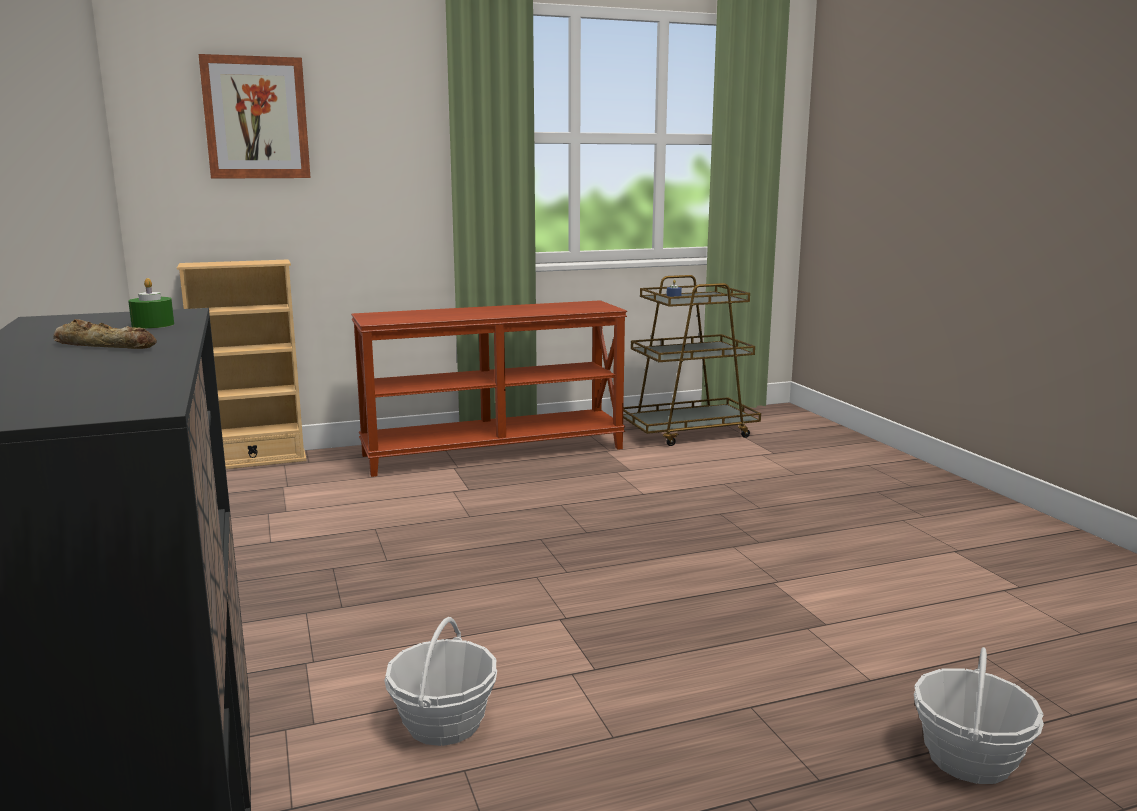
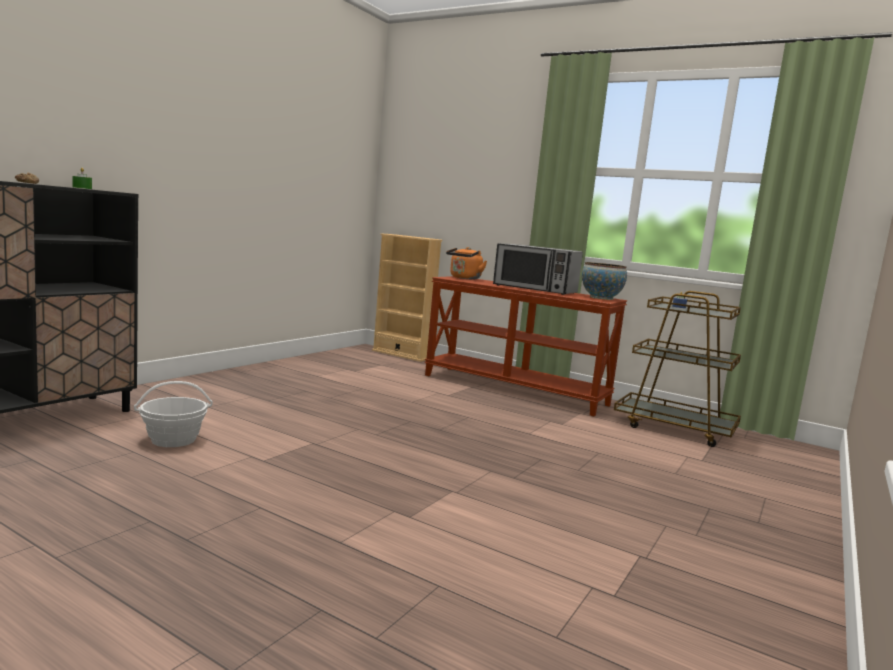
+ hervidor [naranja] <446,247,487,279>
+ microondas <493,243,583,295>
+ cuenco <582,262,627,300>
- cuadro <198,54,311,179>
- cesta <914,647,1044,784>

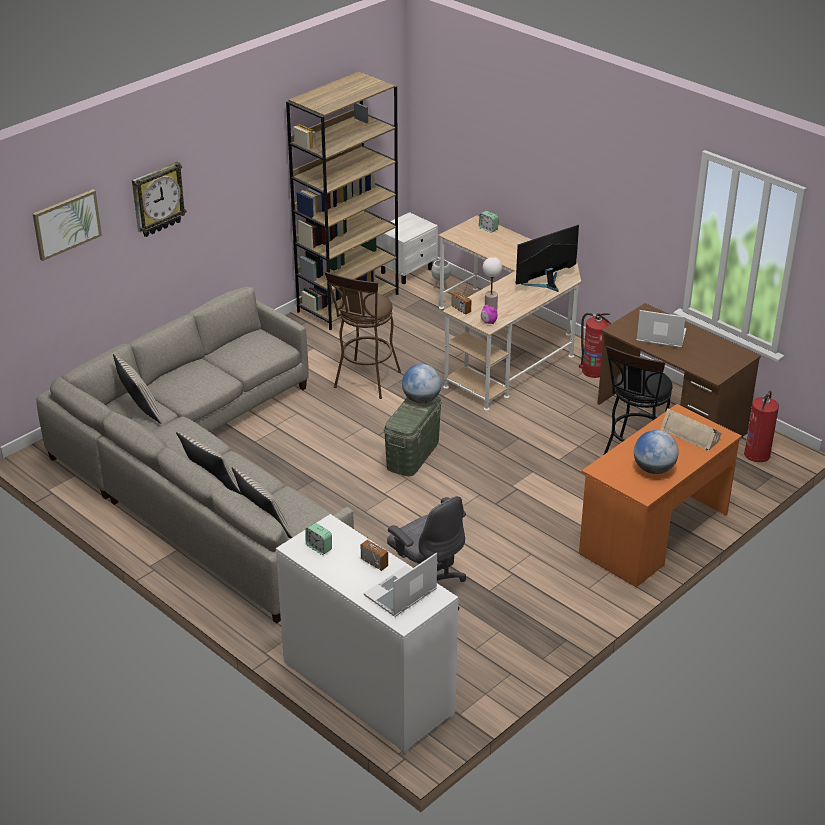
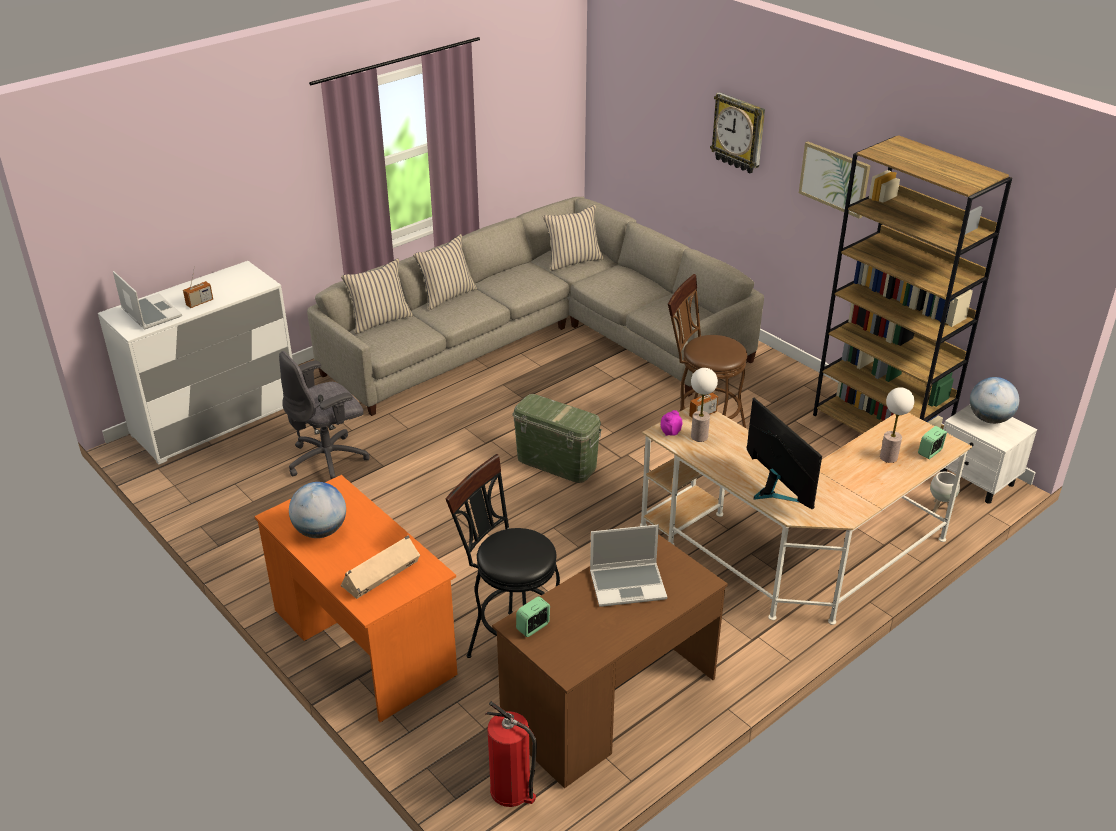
~ despertador <305,523,332,555> to <516,596,550,637>
~ portátil <636,310,687,348> = <590,525,667,607> 60 degrees clockwise
~ cuadro <33,189,102,261> to <799,142,871,219>
+ lámpara de mesa <880,387,914,463>
~ globo terráqueo <402,364,441,404> to <970,377,1019,424>
- extintor <579,313,612,378>

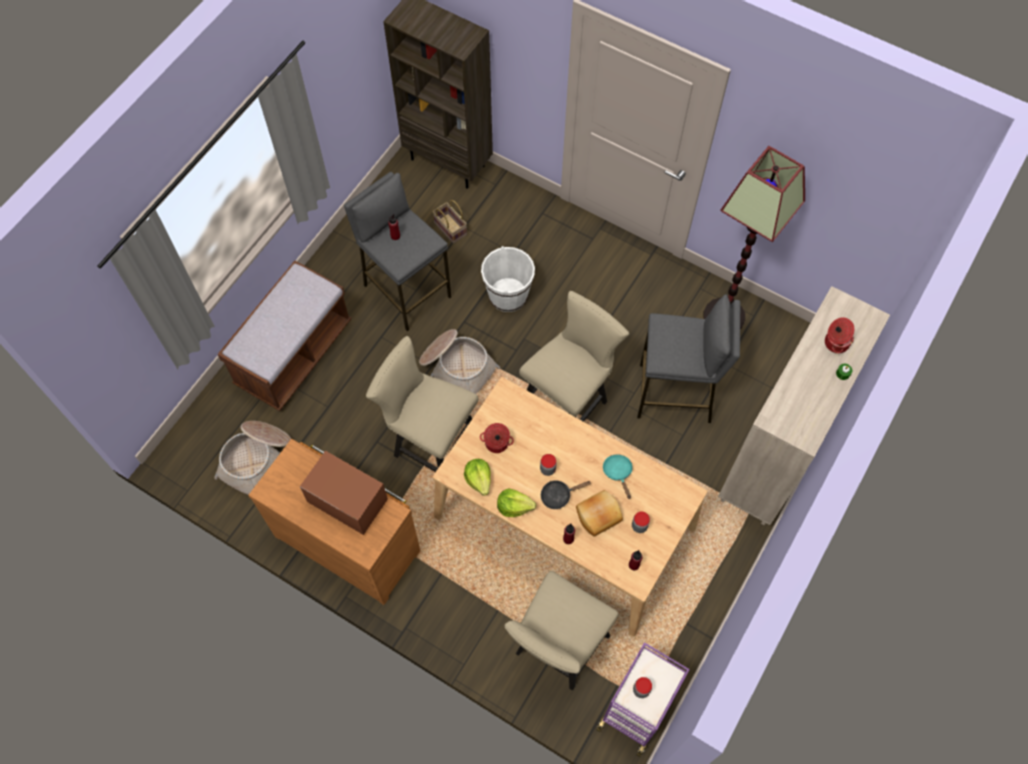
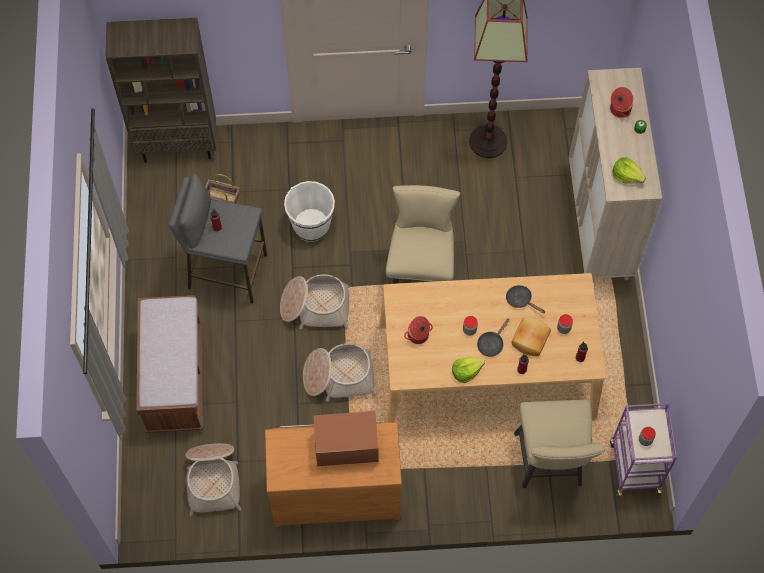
~ silla [beis] <366,336,478,472> to cesta <303,343,376,402>
~ sartén [turquesa] <603,454,633,499> to sartén [negro] <506,285,546,313>
~ lechuga <464,459,491,496> to <612,157,646,184>
- taburete [gris] <637,294,740,423>

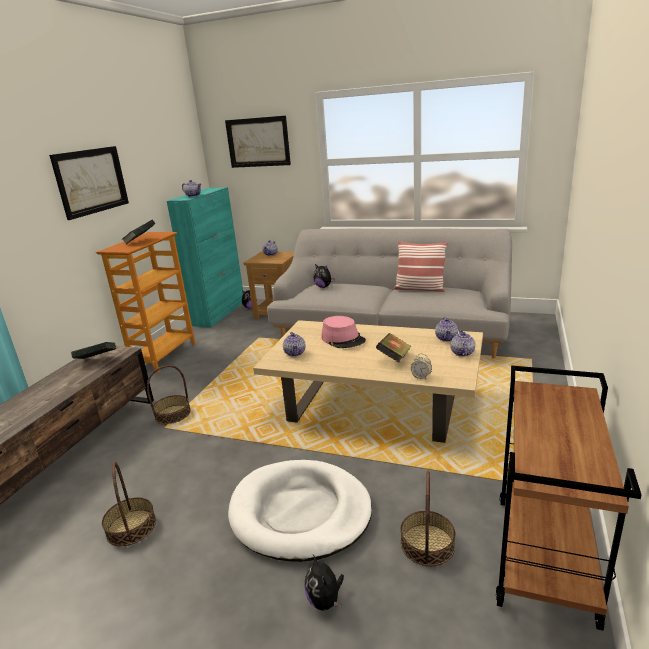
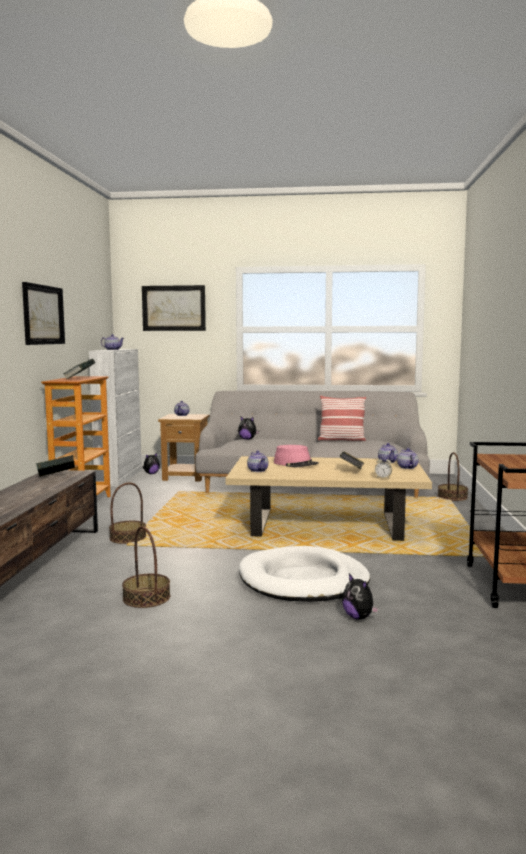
~ armario [turquesa] <167,187,243,328> to armario [blanco] <89,349,142,487>
~ cesta <400,471,455,566> to <438,452,468,501>

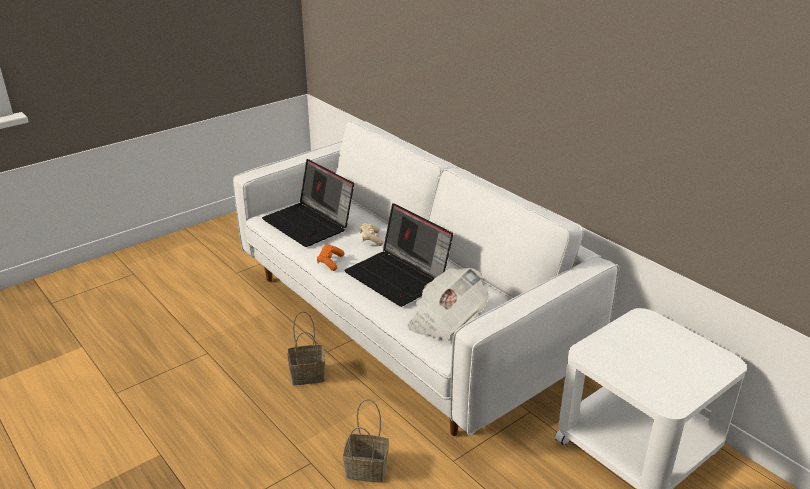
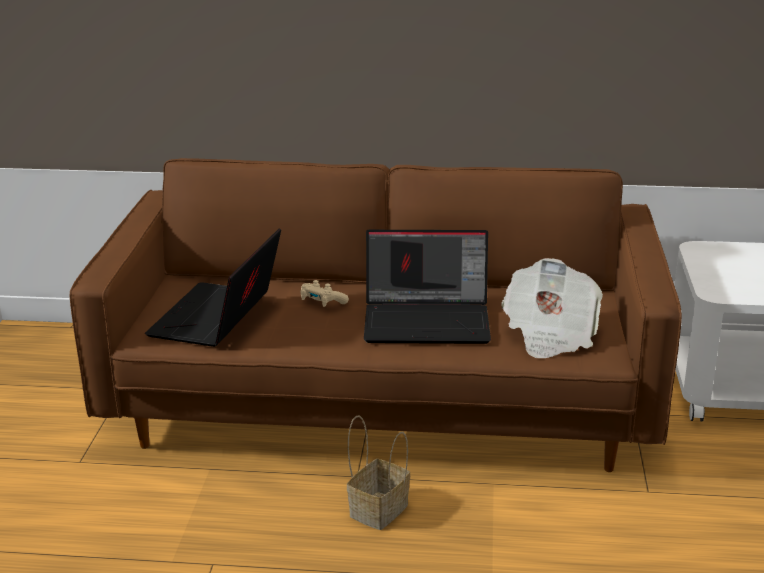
~ sofá [blanco] <233,120,619,436> to sofá [marrón] <70,158,682,472>
~ portátil <262,159,354,247> = <145,228,281,347> 105 degrees clockwise
- mando de consola [naranja] <317,244,344,271>
- cesta <343,399,389,483>

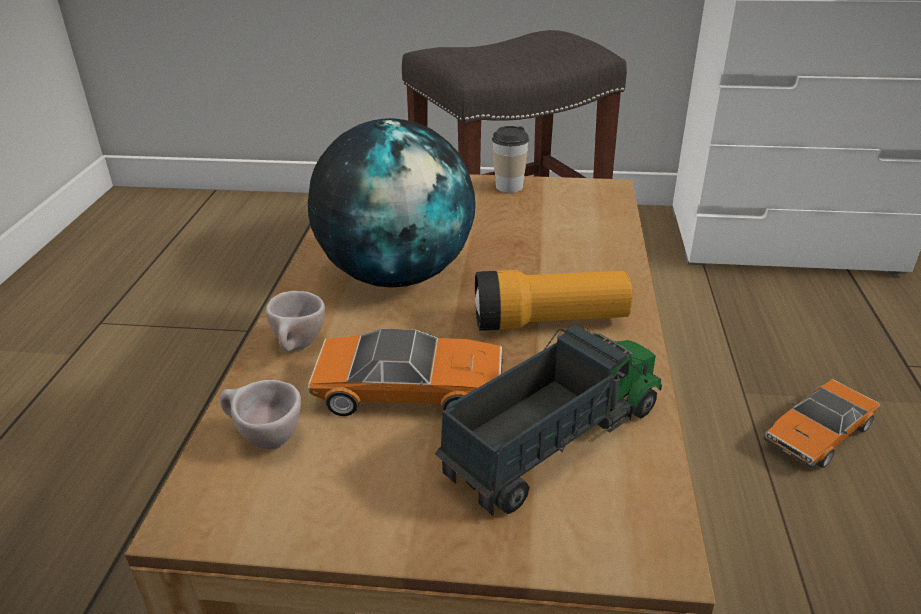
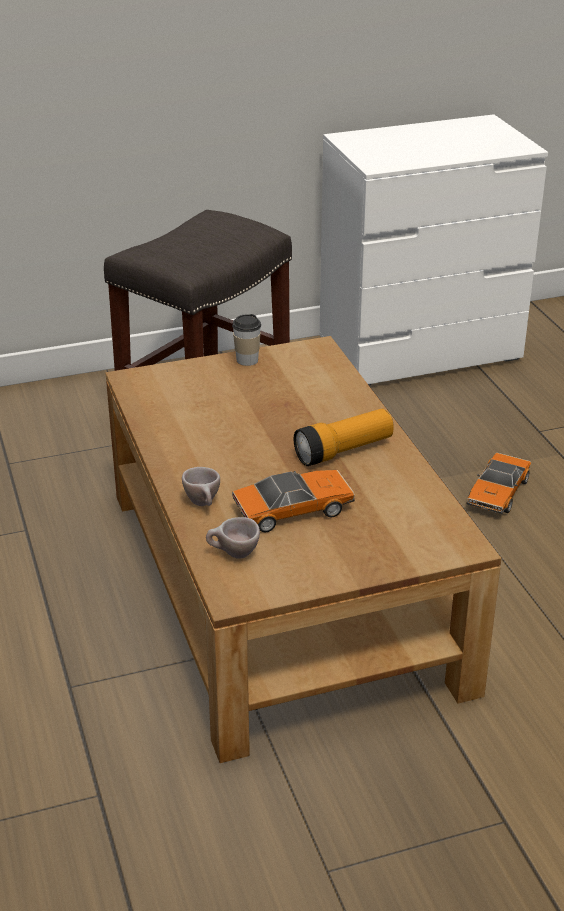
- globo terráqueo <308,118,476,287>
- camión de juguete <435,325,662,517>

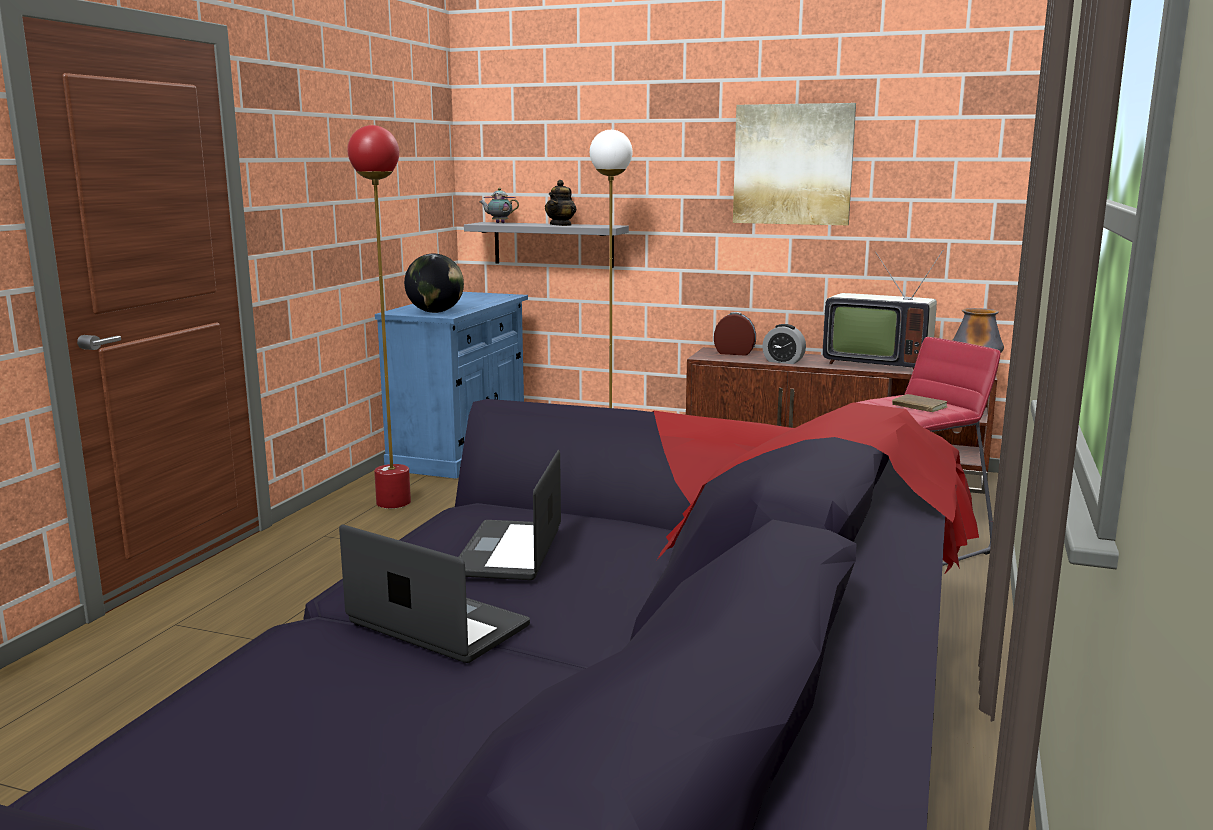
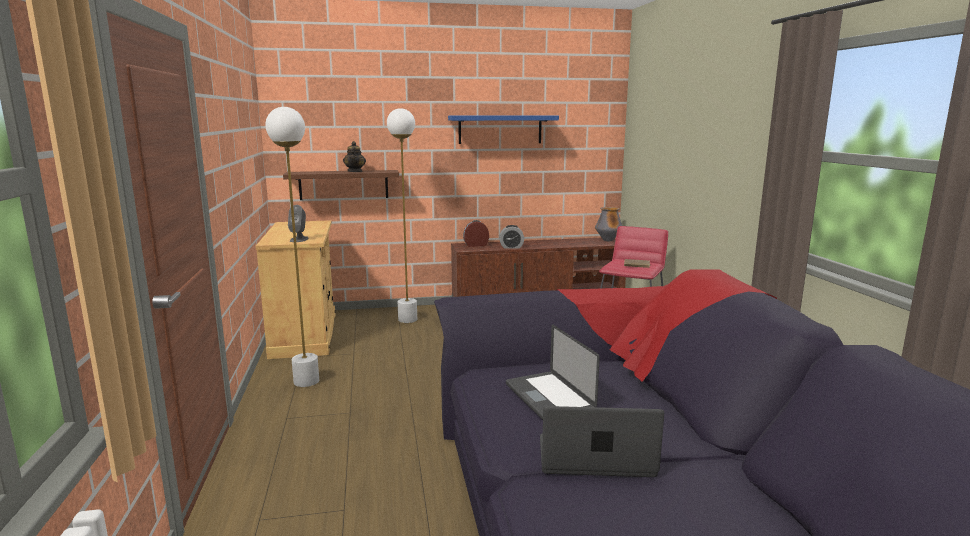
~ armario [azul] <375,292,528,478> to armario [beis] <256,220,335,359>
~ lámpara de pie [rojo] <347,125,411,509> to lámpara de pie [blanco] <265,107,319,387>
~ estante [gris] <464,222,629,268> to estante [marrón] <283,170,399,200>
~ globo terráqueo <404,254,464,313> to altavoz [gris] <288,205,309,242>
~ cuadro <733,103,856,225> to estante [azul] <448,116,559,144>
- tetera <479,188,519,223>
- televisor <823,250,943,370>

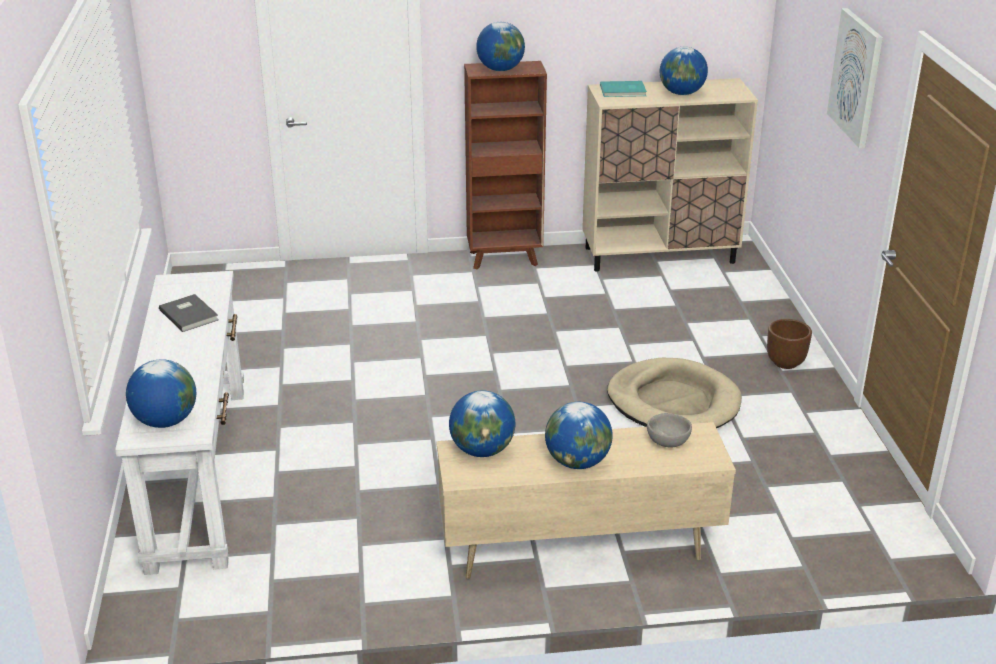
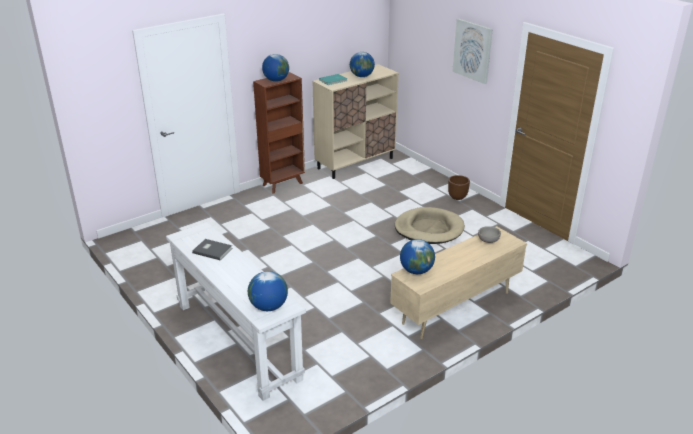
- globo terráqueo <545,402,613,469>

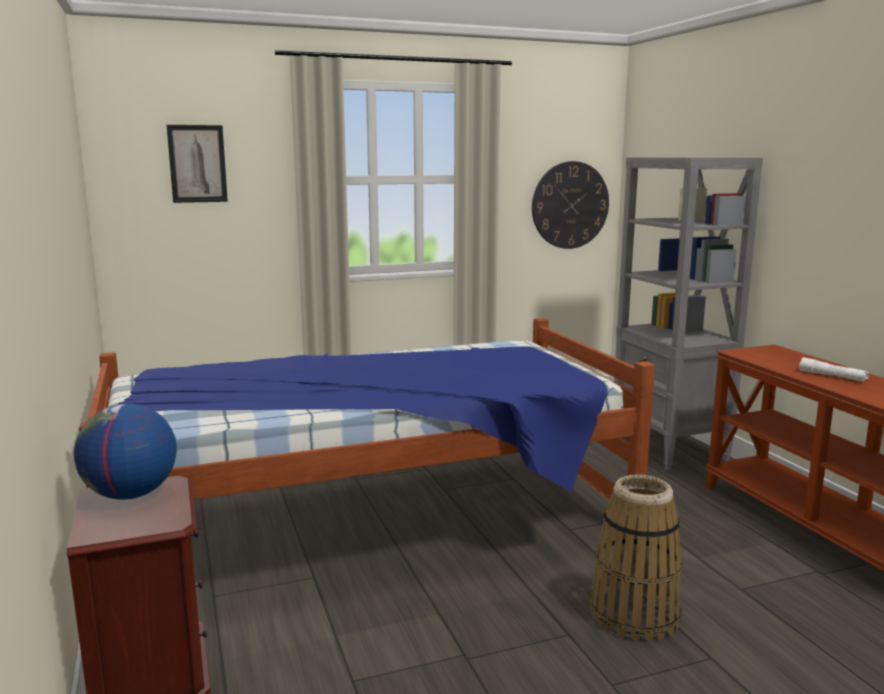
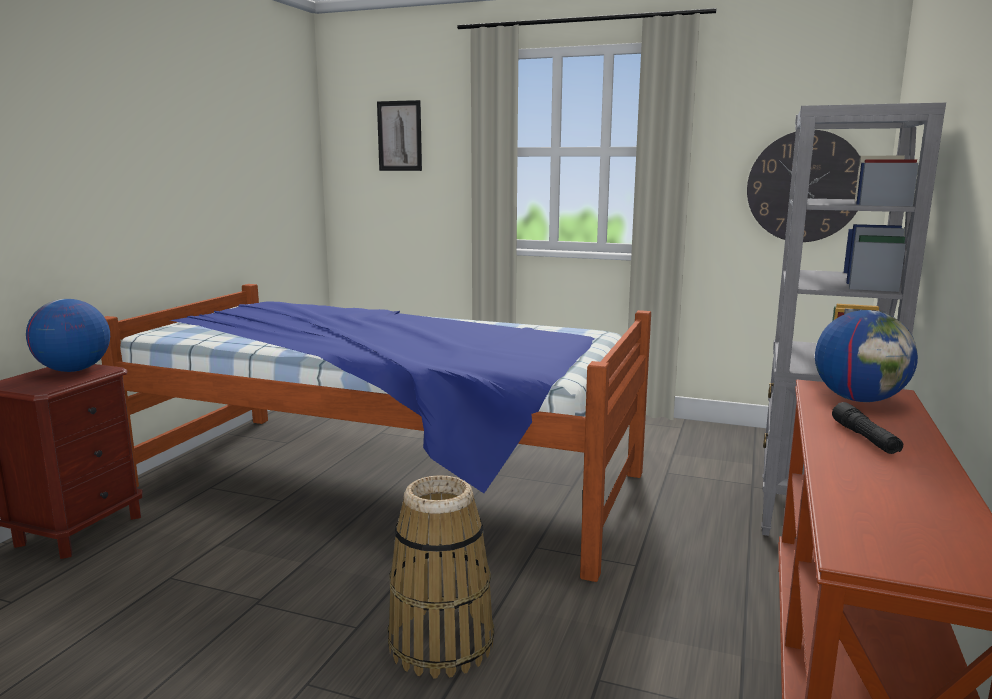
+ globo terráqueo <815,310,918,402>
~ linterna [blanco] <799,357,869,382> to linterna [negro] <832,402,903,454>

